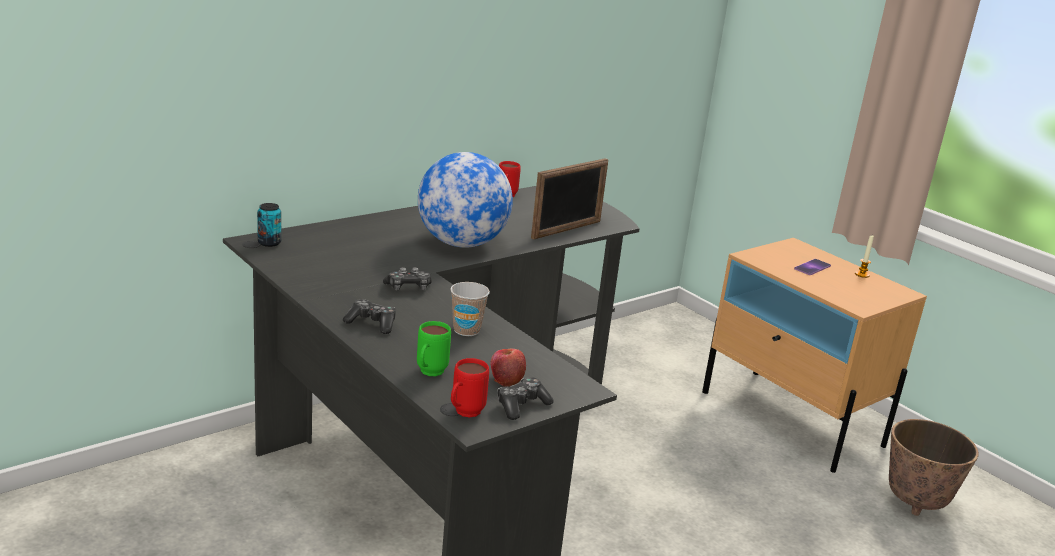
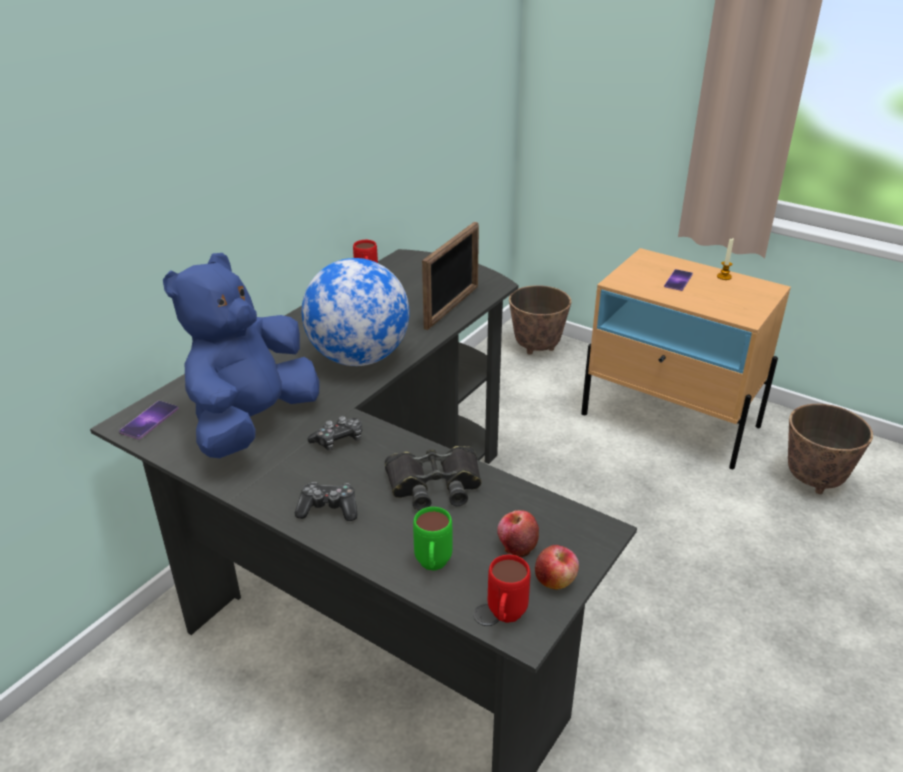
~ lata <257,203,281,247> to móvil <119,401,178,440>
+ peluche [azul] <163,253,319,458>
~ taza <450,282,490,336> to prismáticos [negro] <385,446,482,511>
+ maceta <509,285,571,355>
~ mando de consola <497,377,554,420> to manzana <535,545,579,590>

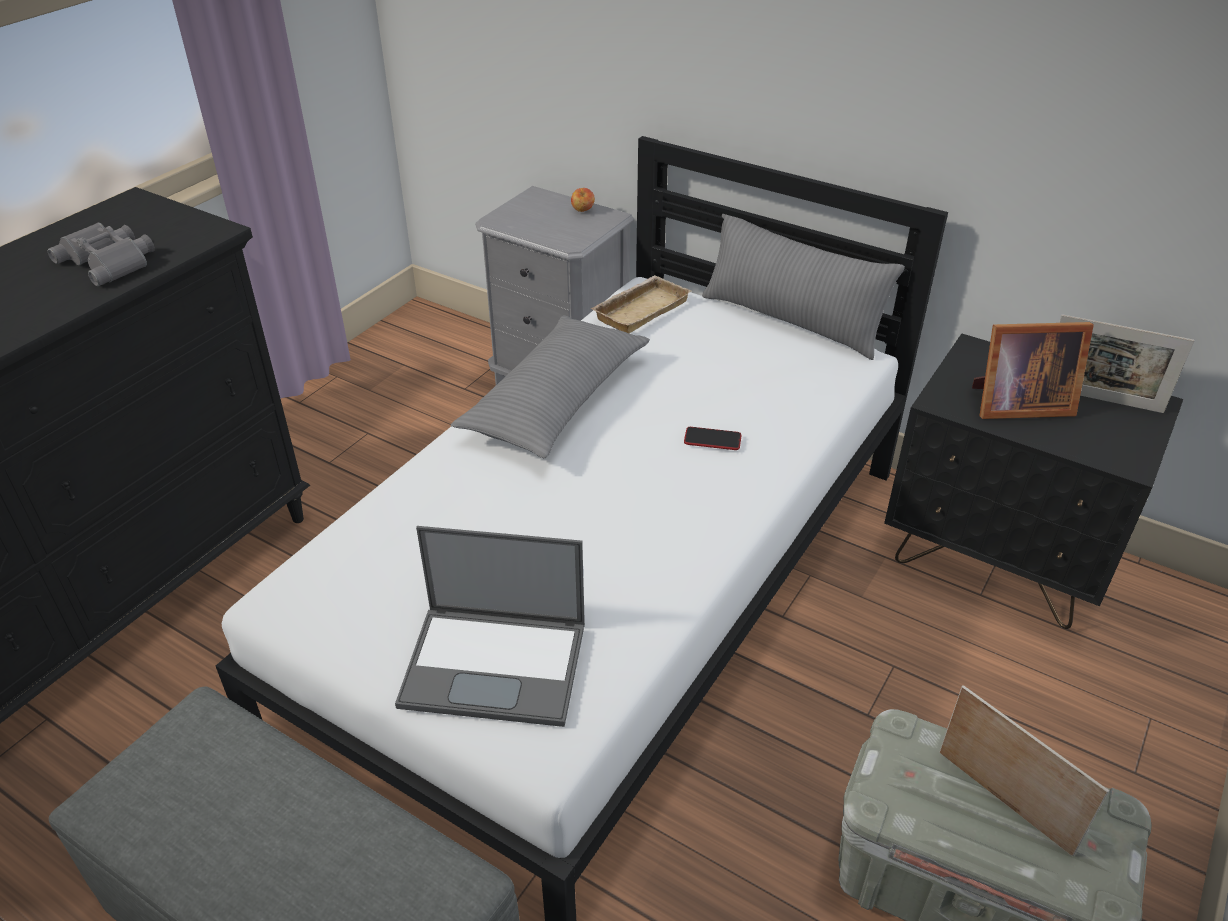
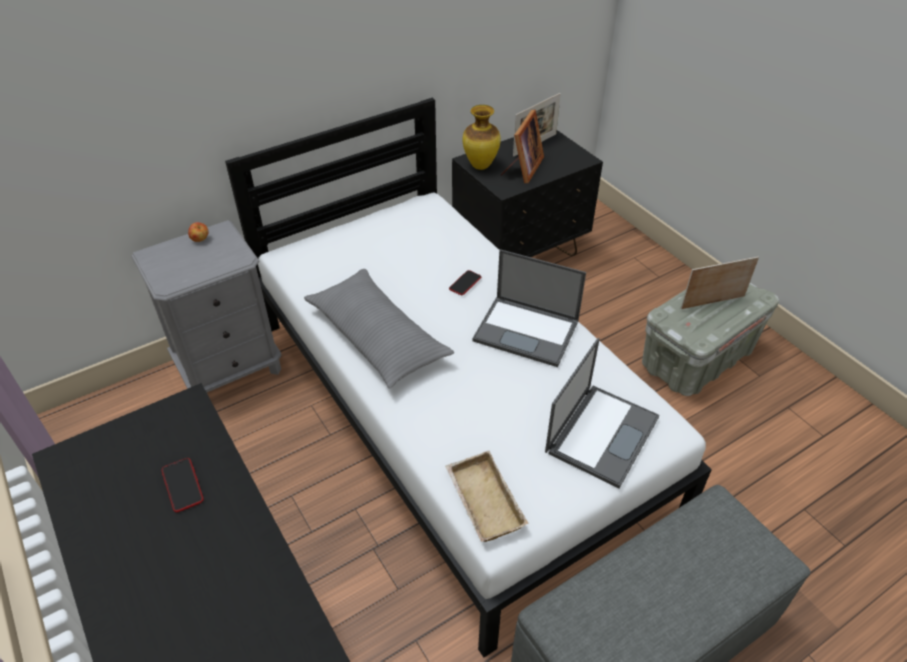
~ prismáticos [gris] <48,222,155,286> to móvil <162,458,204,512>
~ bandeja [beis] <590,275,691,333> to <445,451,528,542>
+ florero <462,105,501,170>
+ portátil <472,249,586,367>
- cojín [gris] <702,214,905,360>

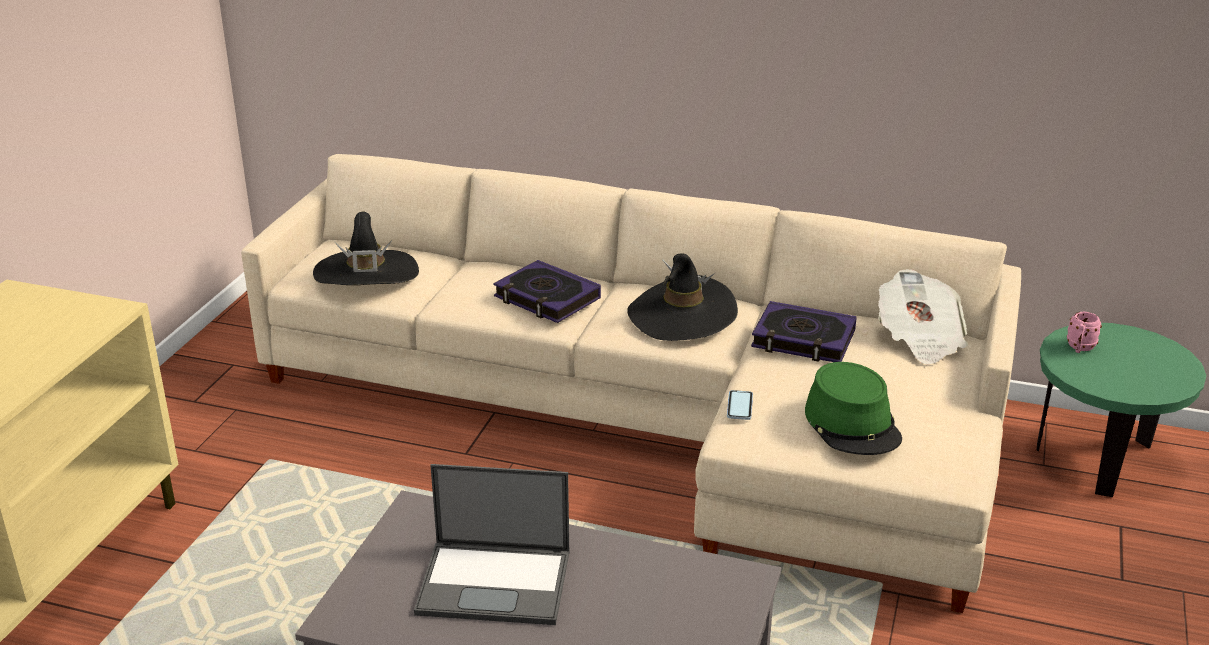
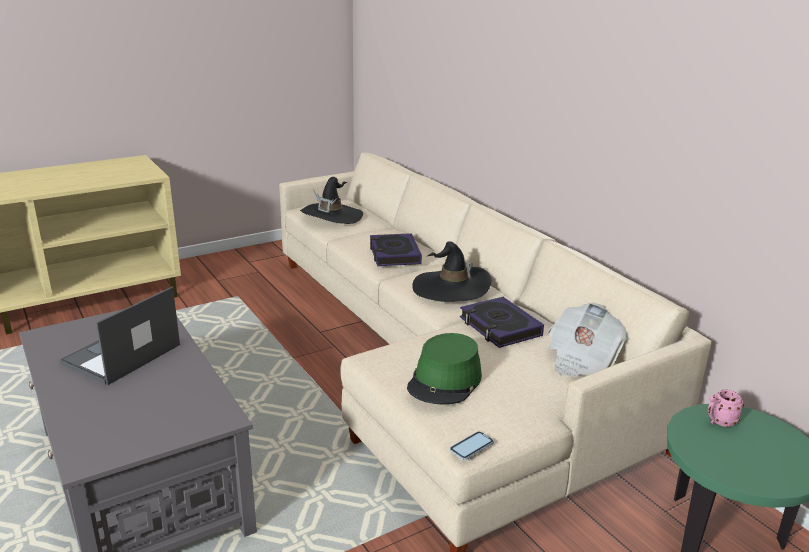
~ portátil <414,464,569,625> = <60,287,180,385> 75 degrees clockwise
~ móvil <727,390,753,420> to <450,431,494,460>

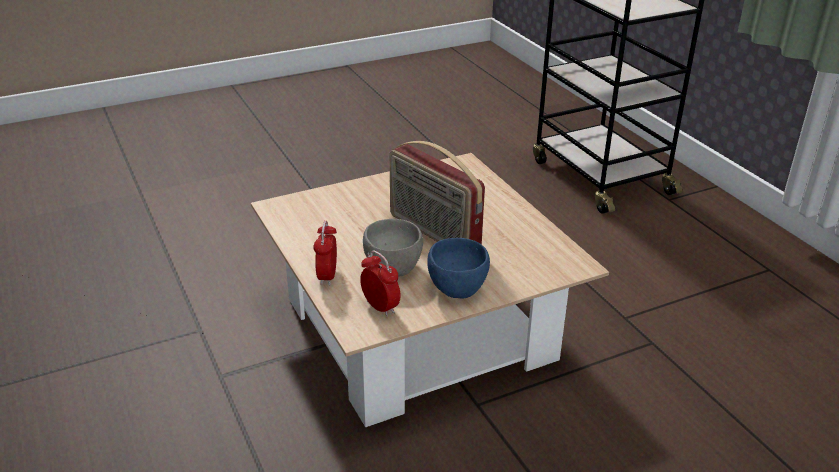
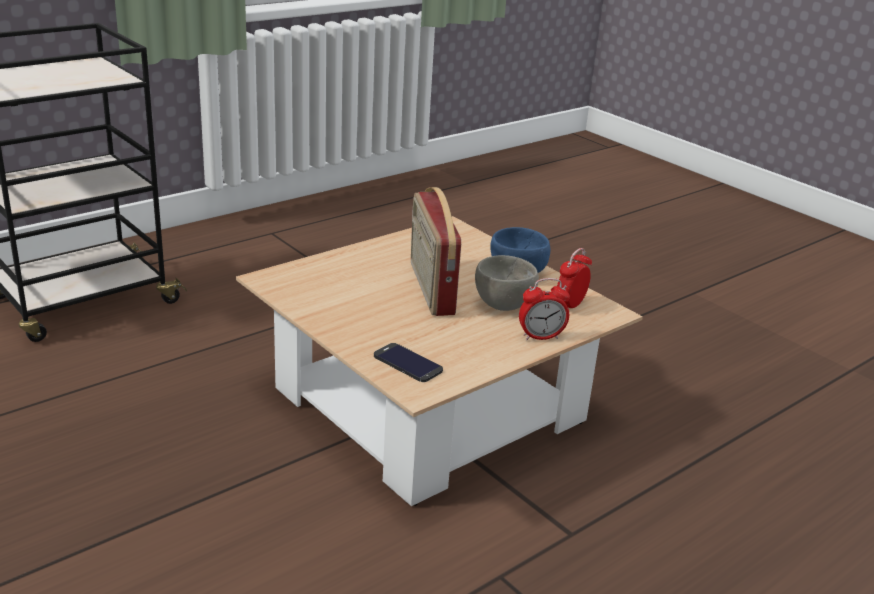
+ móvil <374,343,443,382>
~ radio <389,141,485,245> = <411,187,461,316> 135 degrees clockwise

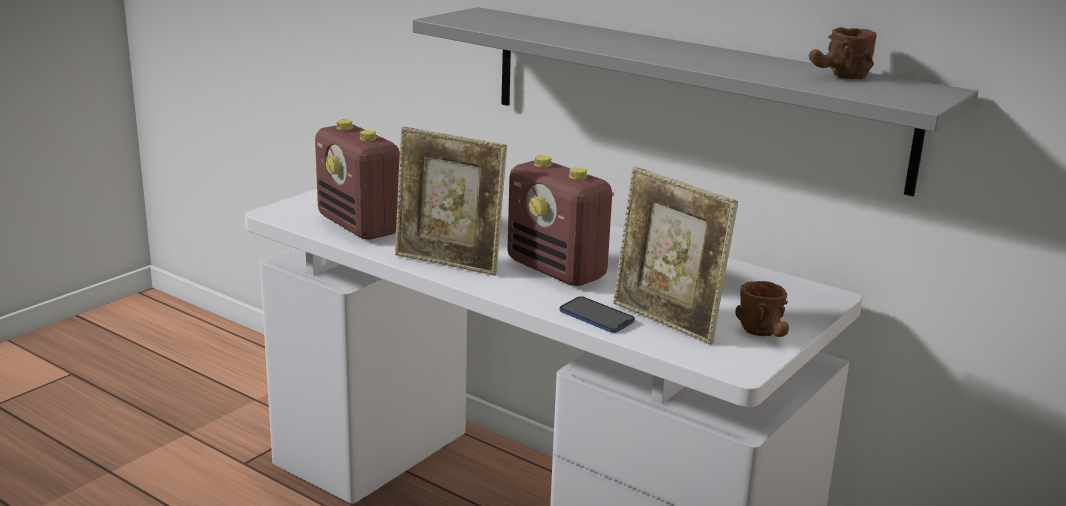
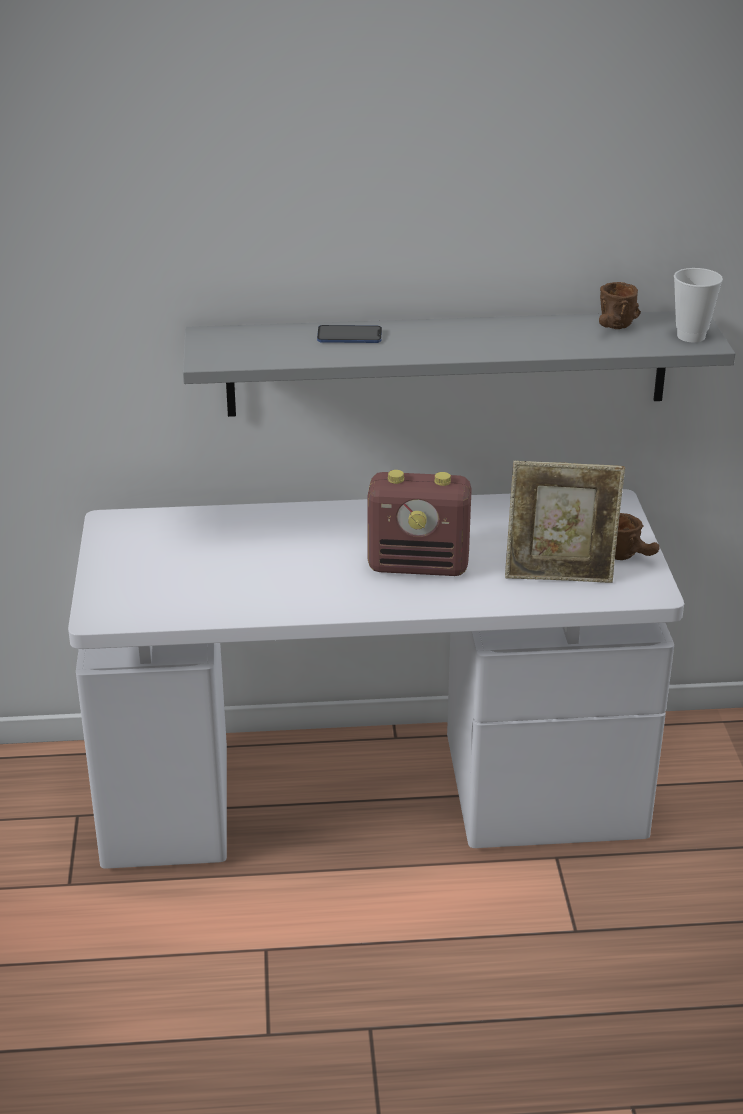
~ móvil <560,296,635,333> to <317,325,382,343>
+ taza <674,268,723,342>
- radio <315,120,400,239>
- portarretratos <395,126,507,276>

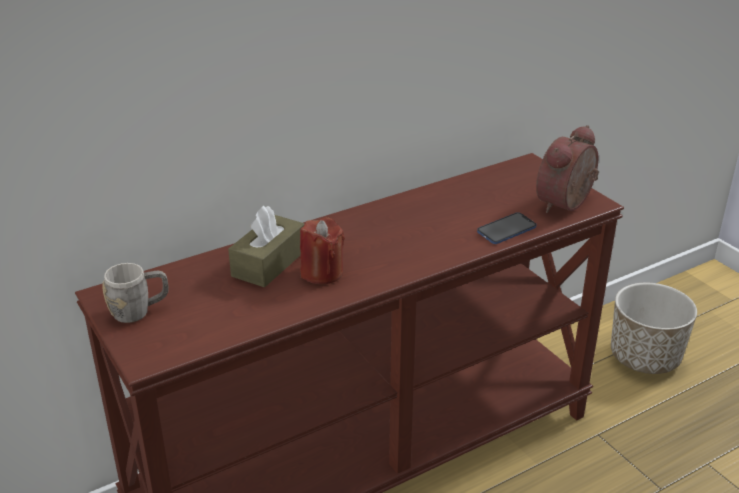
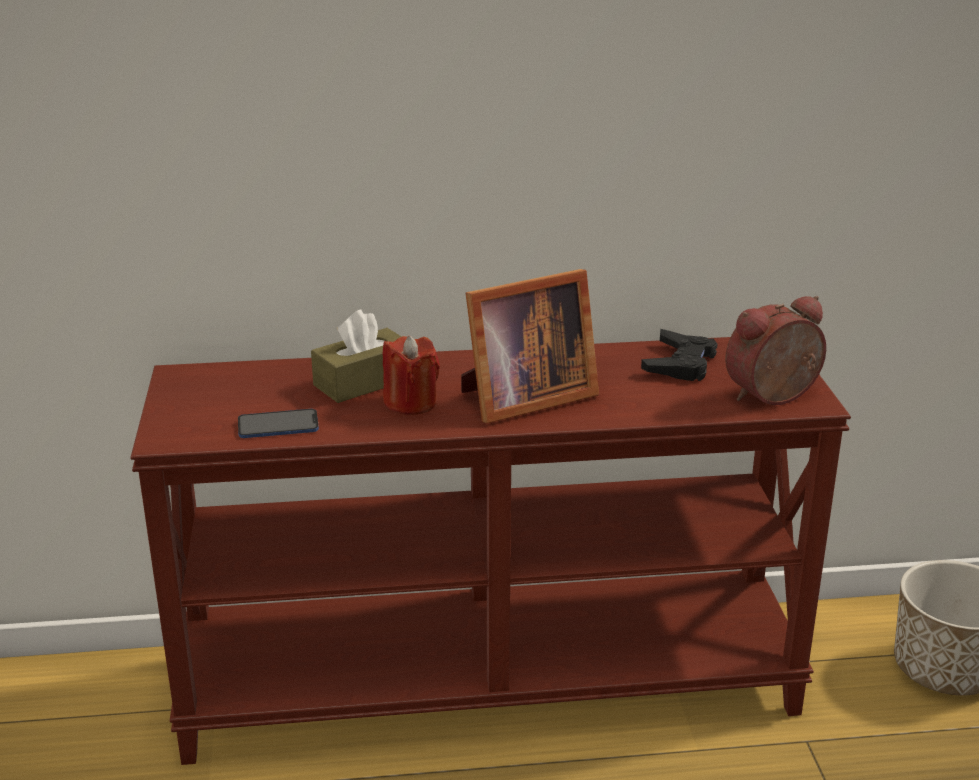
~ móvil <477,212,536,244> to <238,409,319,438>
+ portarretratos <461,269,599,423>
+ mando de consola [negro] <641,329,717,381>
- taza grande [gris] <102,263,169,323>

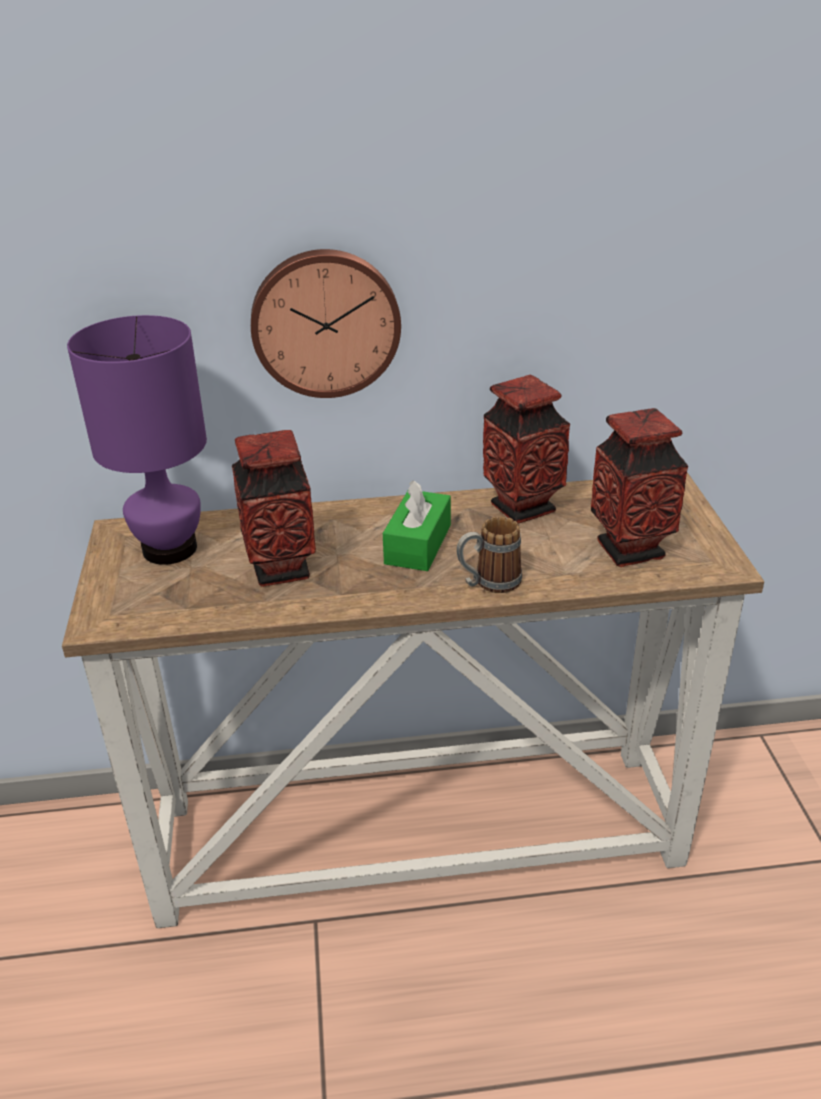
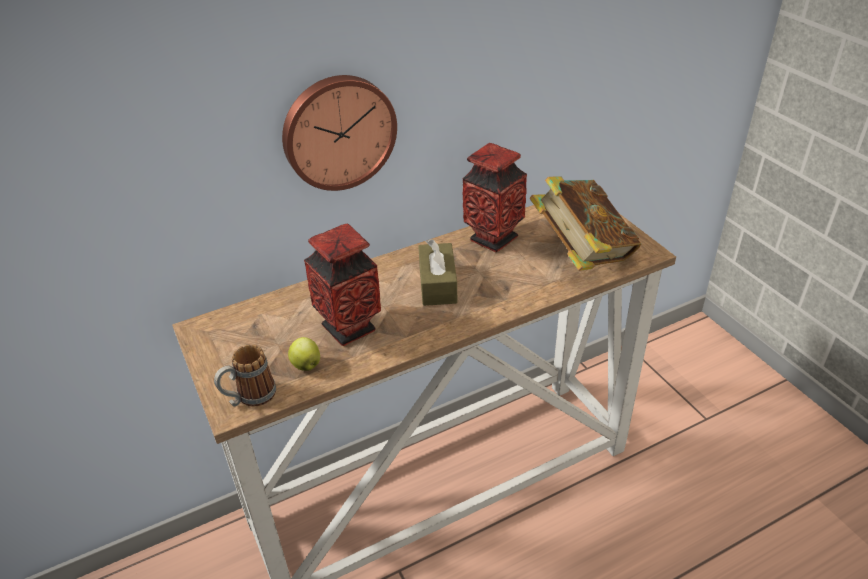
~ taza grande <456,516,522,593> to <214,345,276,407>
+ manzana <288,337,320,371>
~ caja de pañuelos [verde] <383,480,451,571> to caja de pañuelos [marrón] <418,239,457,306>
~ florero <591,408,688,567> to libro <530,177,641,271>
- lámpara de mesa [morado] <67,315,207,565>

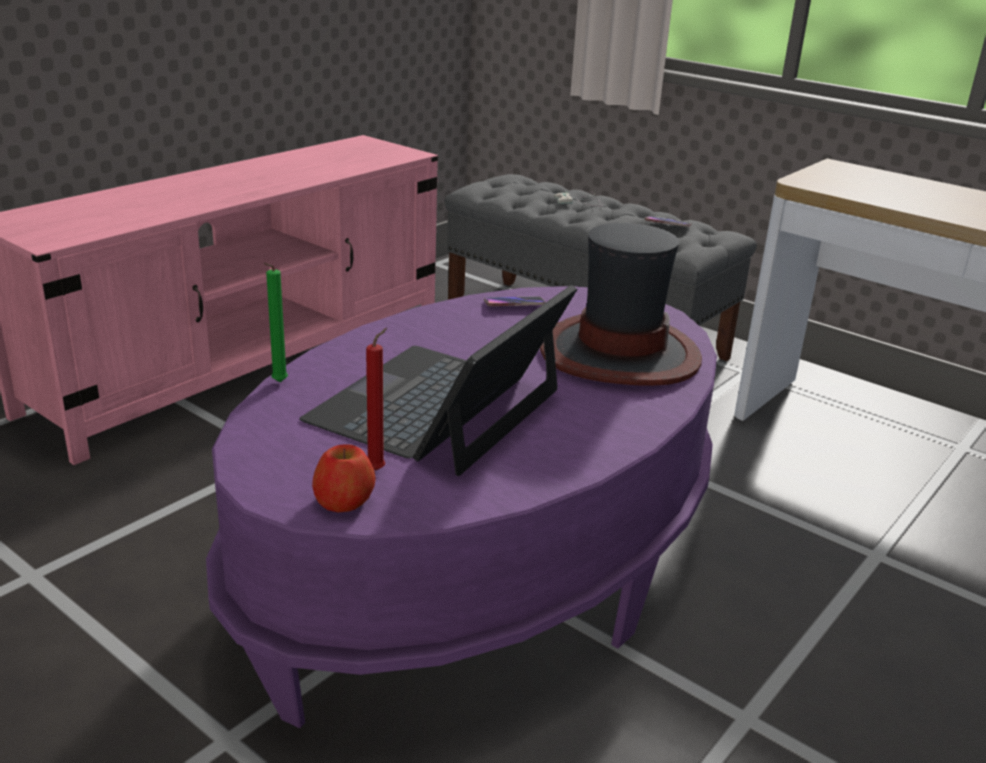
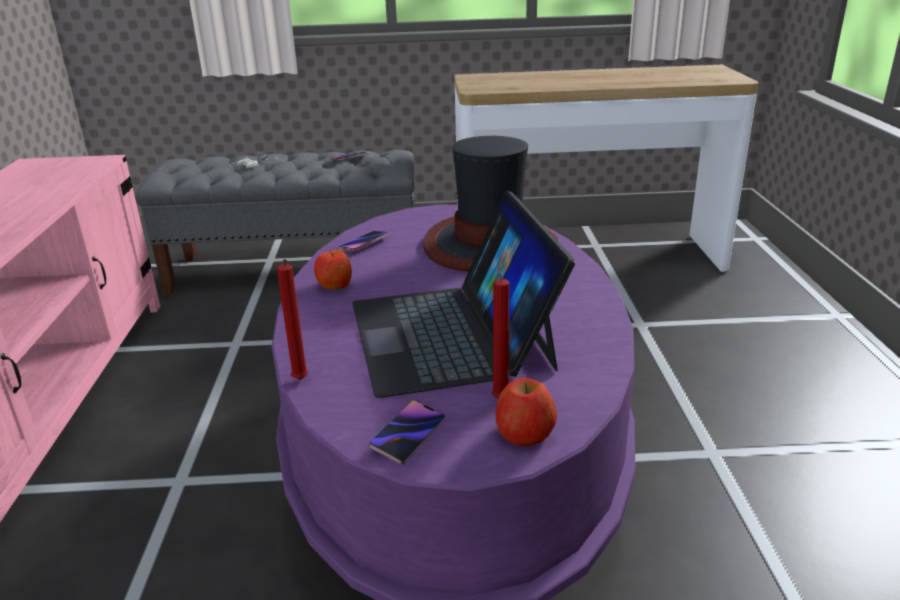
~ vela [verde] <264,263,288,382> to vela [rojo] <277,259,308,380>
+ manzana <314,249,352,289>
+ móvil <369,400,445,464>

